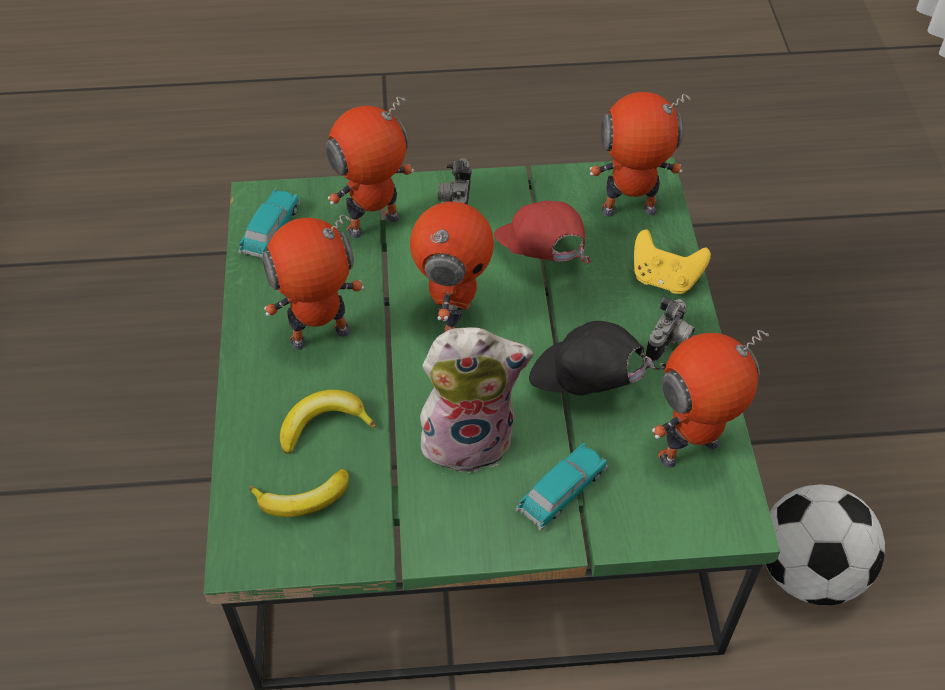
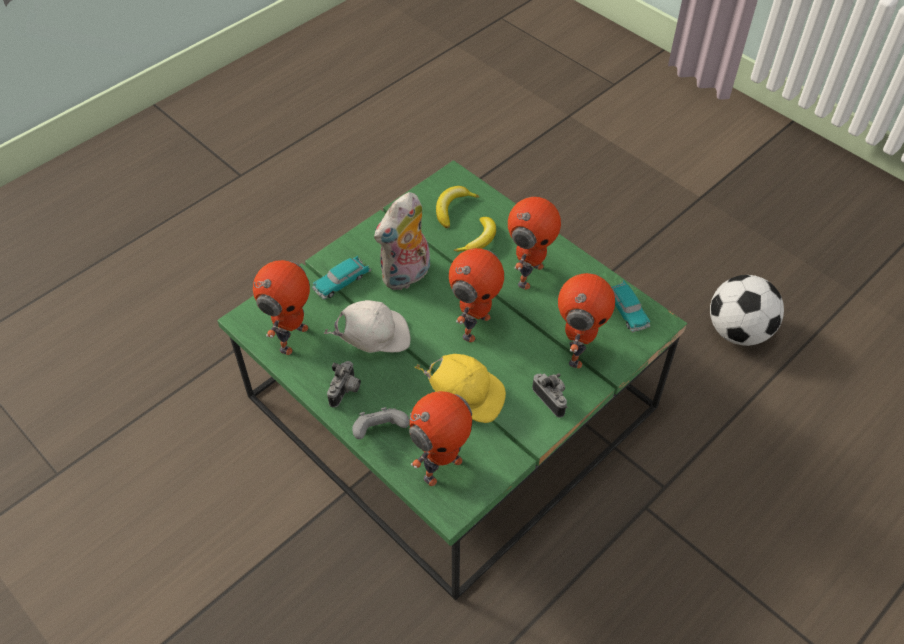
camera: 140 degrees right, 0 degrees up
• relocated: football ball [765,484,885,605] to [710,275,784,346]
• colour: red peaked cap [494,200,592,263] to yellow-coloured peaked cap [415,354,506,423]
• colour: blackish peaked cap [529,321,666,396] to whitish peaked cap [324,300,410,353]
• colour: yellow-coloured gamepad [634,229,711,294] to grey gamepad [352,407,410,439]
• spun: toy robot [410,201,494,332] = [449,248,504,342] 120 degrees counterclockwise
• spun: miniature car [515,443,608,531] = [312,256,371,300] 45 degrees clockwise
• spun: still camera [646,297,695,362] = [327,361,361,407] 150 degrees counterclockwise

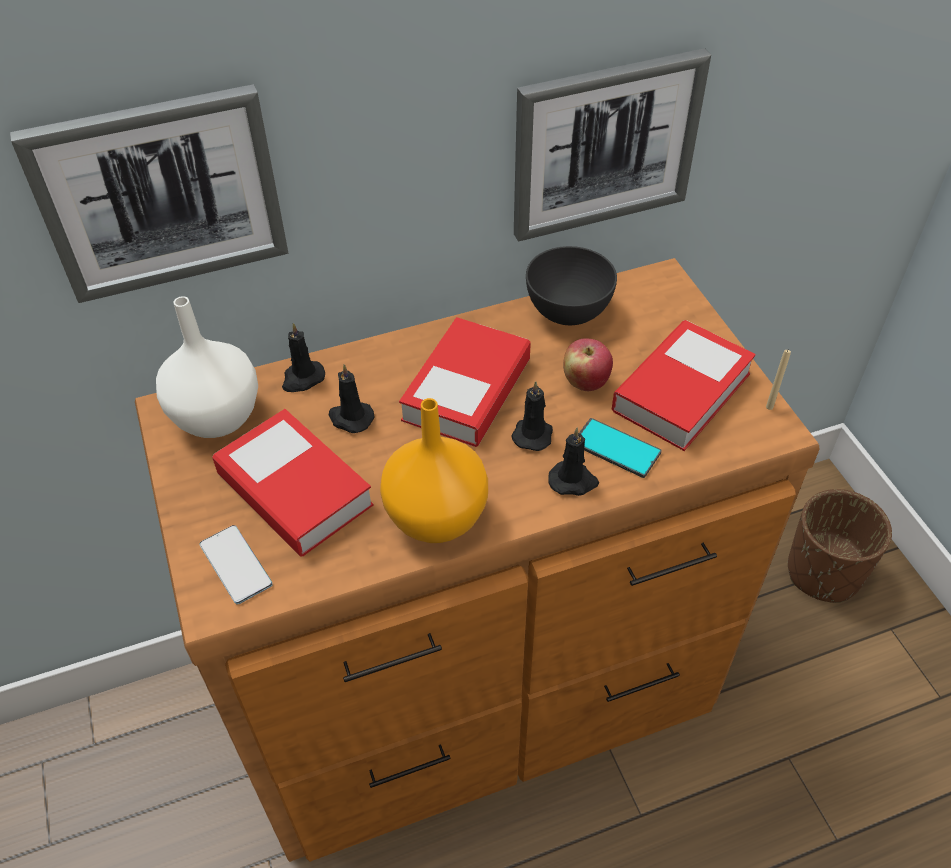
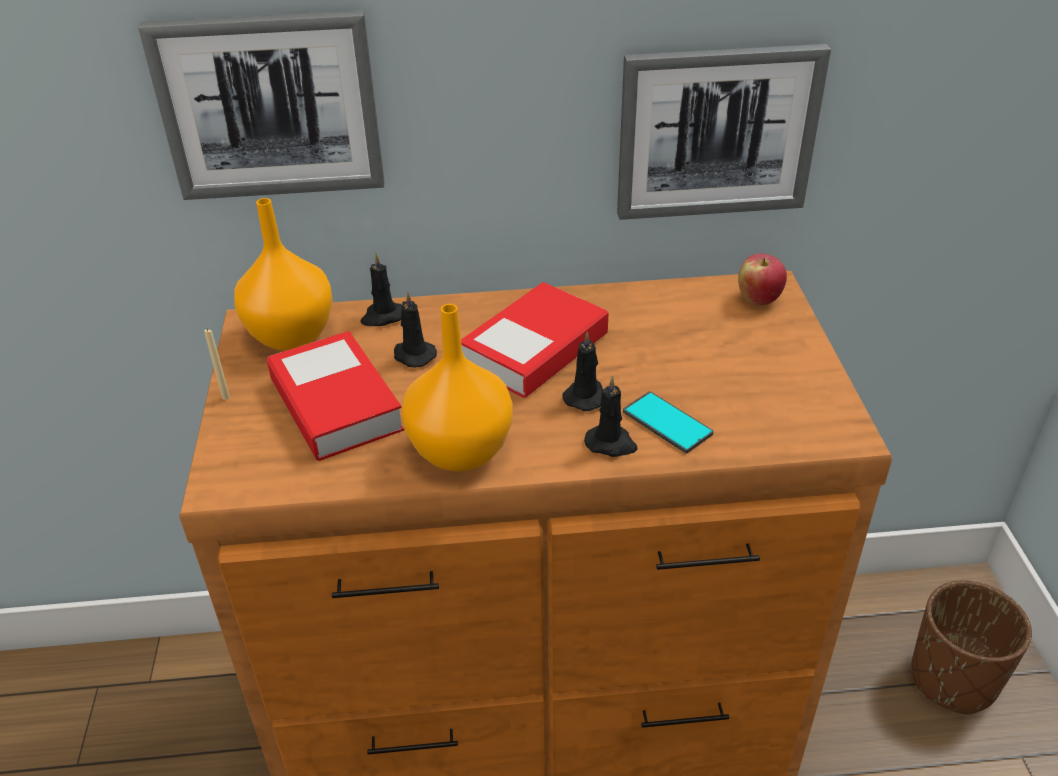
camera: 15 degrees right, 10 degrees down
• missing: handset [199,525,273,604]
• missing: grey serving bowl [526,246,617,325]
• missing: book [612,320,756,451]
• relocated: apple fruit [563,338,613,391] to [738,254,787,306]
• relocated: beige-coloured candle [766,350,791,410] to [204,328,230,400]
• colour: whitish decorative vase [156,296,258,438] to orange-coloured decorative vase [234,198,333,351]

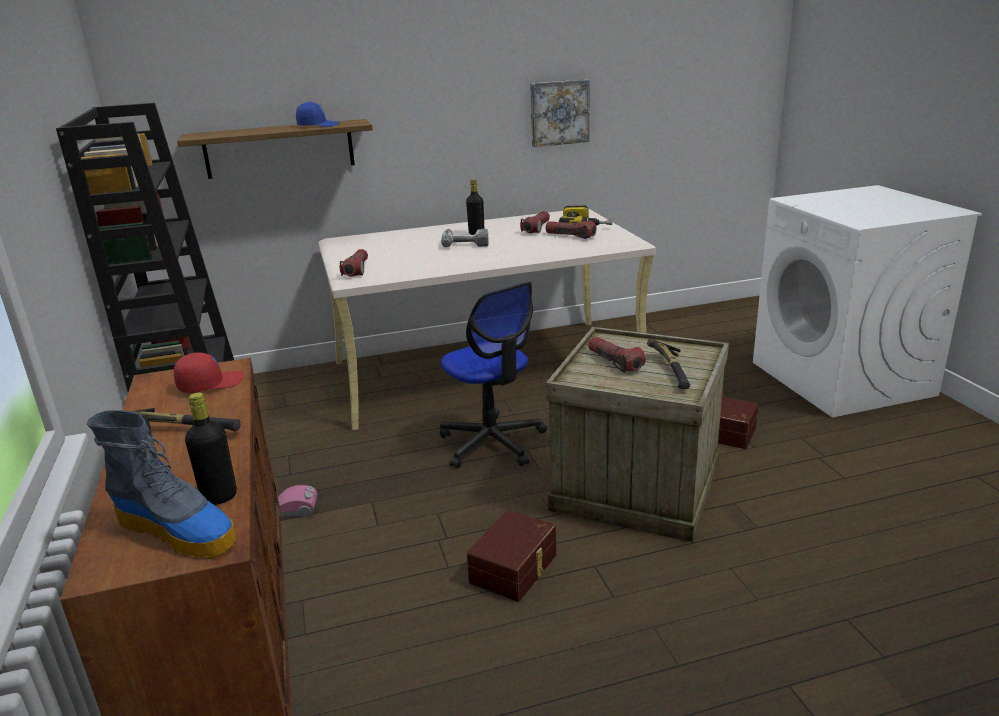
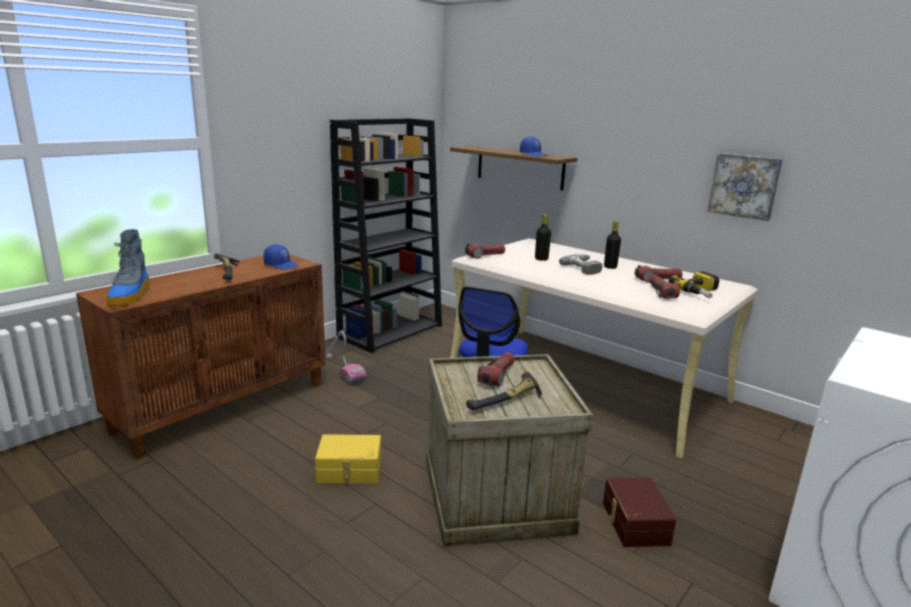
camera: 55 degrees right, 5 degrees down
• relocated: blackish drink bottle [185,393,237,505] to [535,214,551,261]
• colour: red peaked cap [174,353,244,393] to bluish peaked cap [264,244,299,270]
• colour: brown-coloured storage container [467,510,556,602] to yellow-coloured storage container [315,434,381,483]

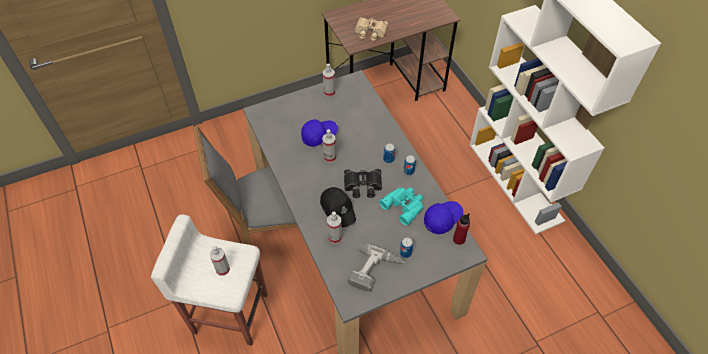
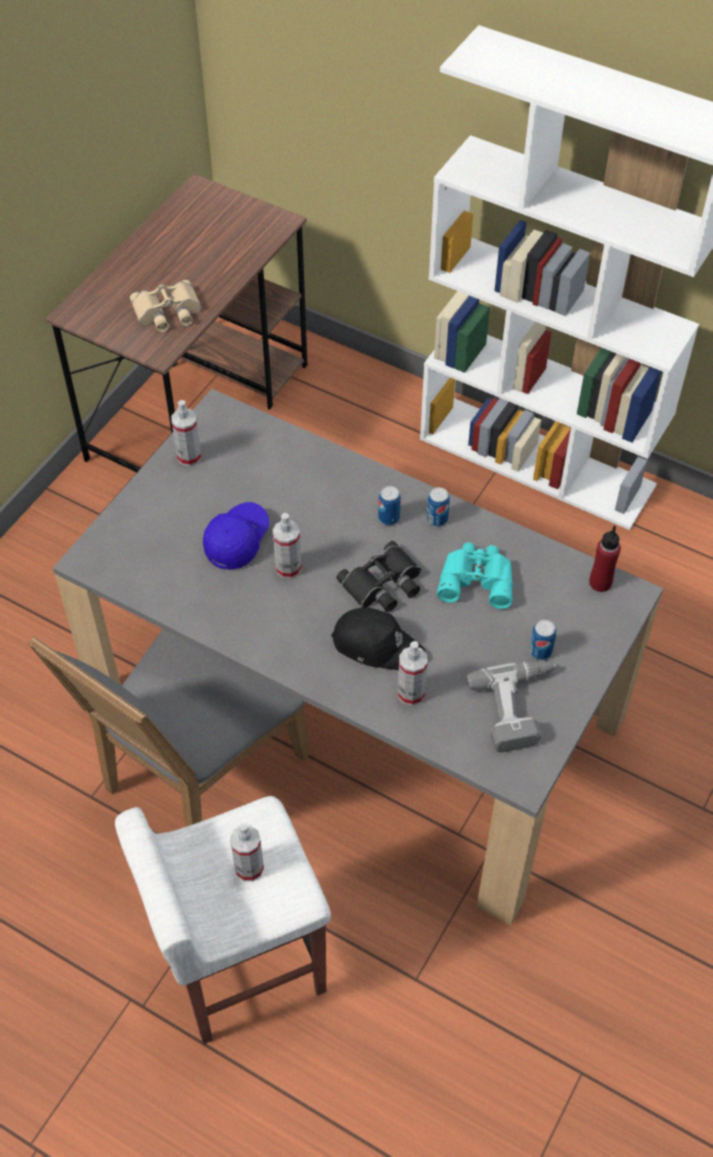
camera: 35 degrees left, 0 degrees up
• missing: bluish peaked cap [424,201,463,234]

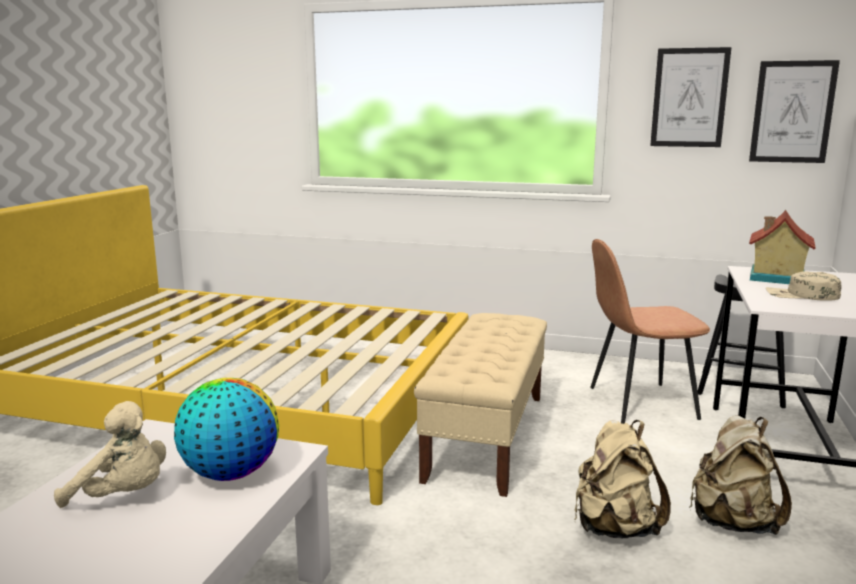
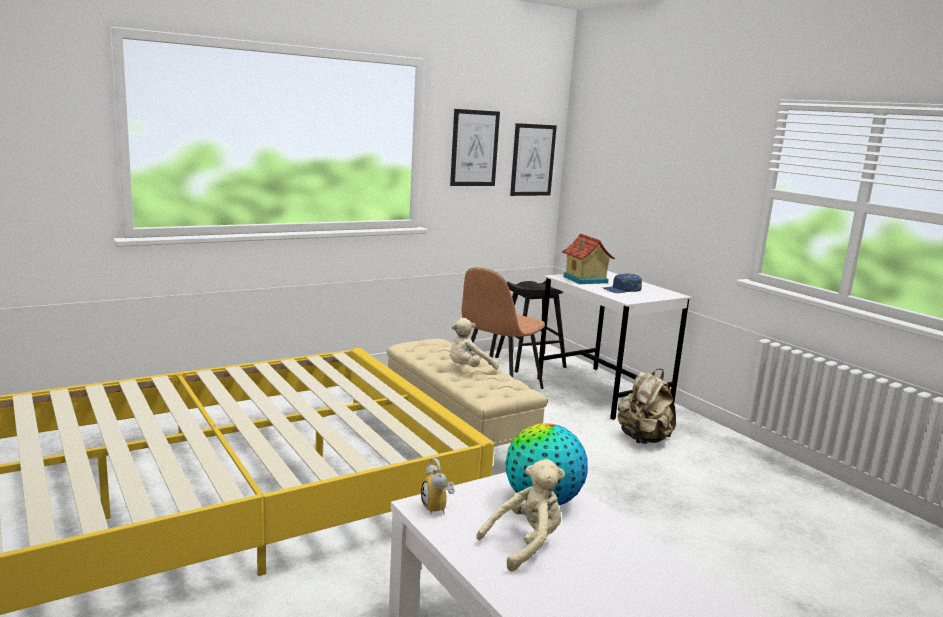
camera: 50 degrees left, 0 degrees up
• missing: beige-coloured backpack [574,420,671,538]
• appeared: table clock [421,458,455,515]
• appeared: beige-coloured soft toy [450,318,499,370]
• colour: beige-coloured peaked cap [766,271,842,301] to bluish peaked cap [604,273,642,293]

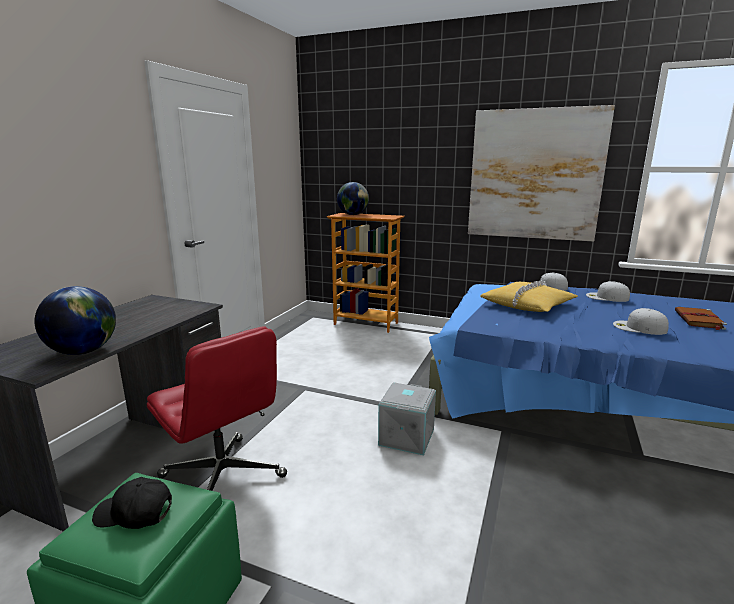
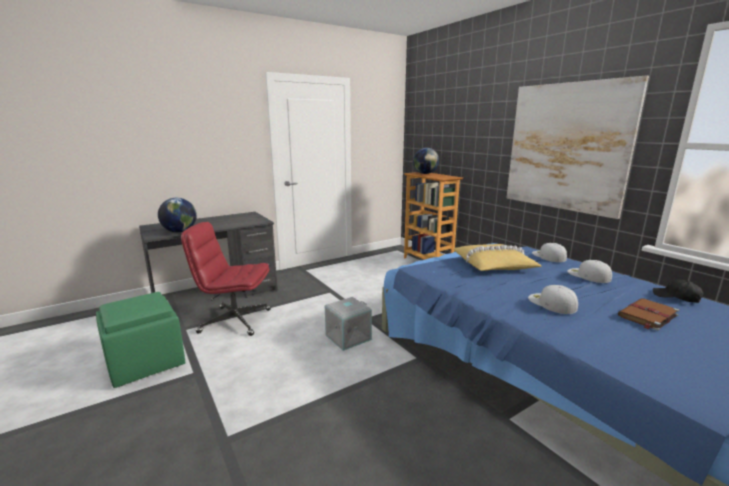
camera: 35 degrees right, 0 degrees up
• relocated: blackish peaked cap [92,477,172,529] to [653,280,704,303]
• spun: red computer chair [147,327,287,491] = [181,222,271,336] 105 degrees clockwise

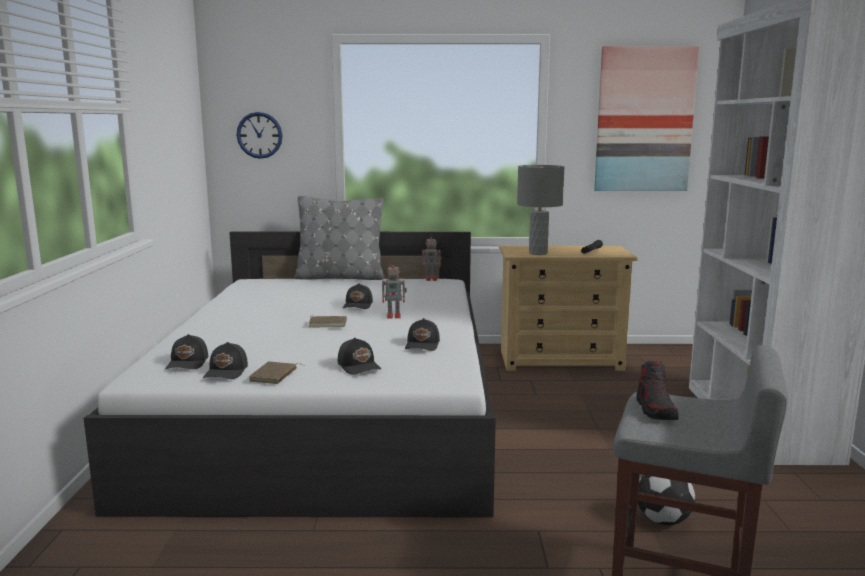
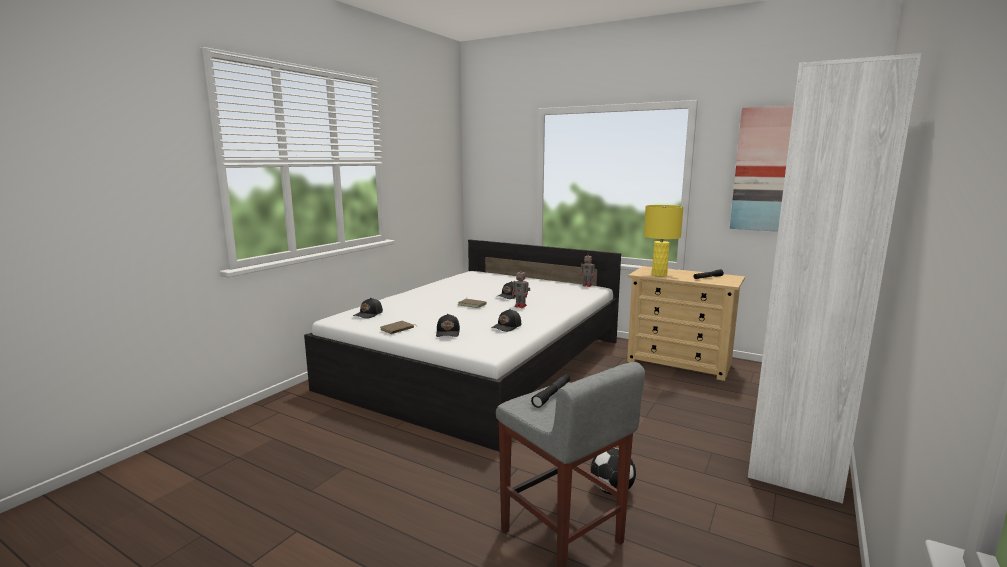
camera: 30 degrees right, 0 degrees up
• missing: blackish peaked cap [203,342,248,379]
• missing: clock on the wall [237,112,282,159]
• missing: grey pillow [295,196,384,280]
• exchanged: low shoe [636,361,679,420] to blackish torch [531,374,570,408]
• colour: grey table lamp [517,165,564,255] to yellow-coloured table lamp [644,205,683,276]

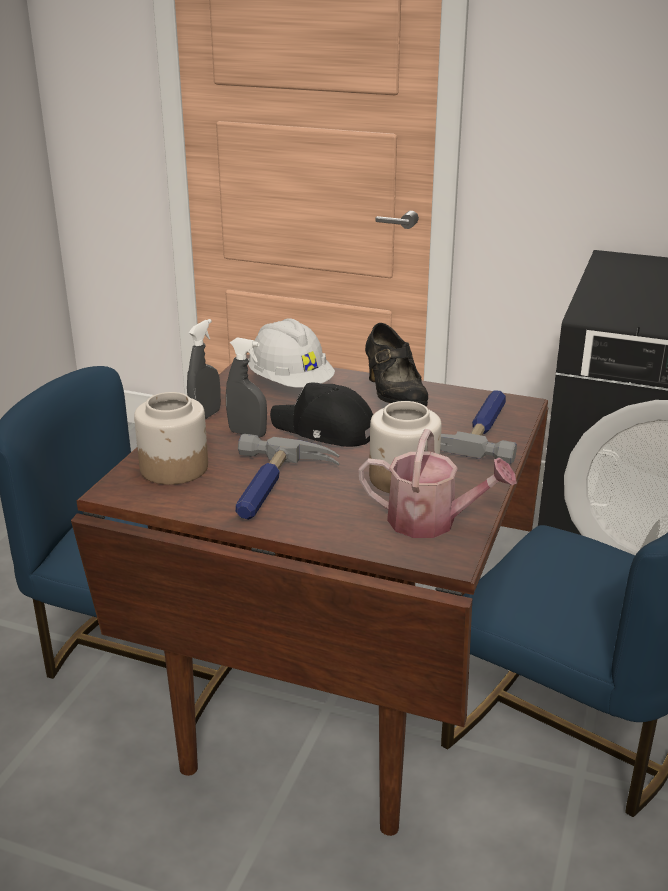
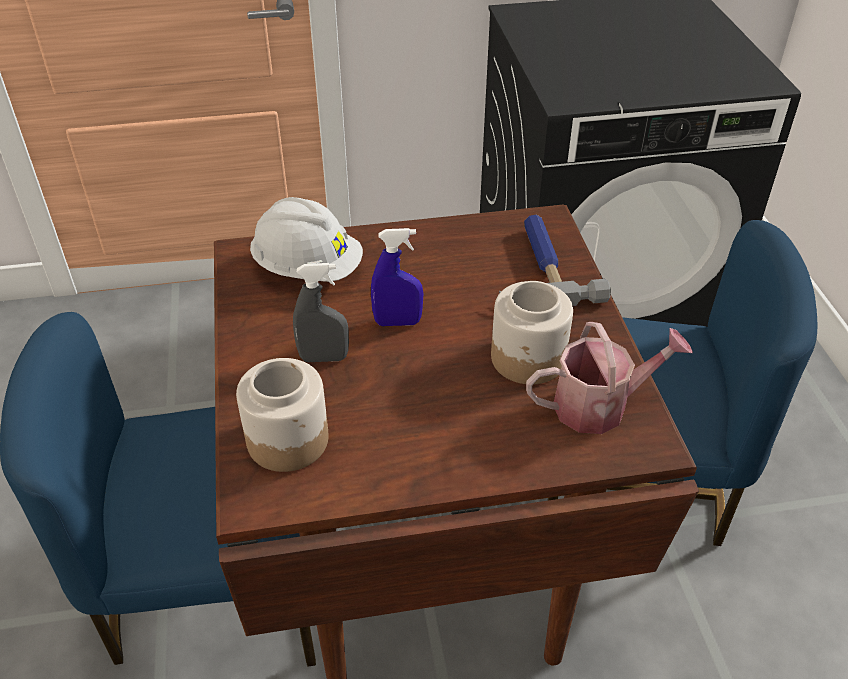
camera: 30 degrees left, 15 degrees up
• missing: grey hand sprayer [187,319,221,419]
• missing: hand hammer [235,434,339,520]
• missing: blackish low shoe [365,323,428,406]
• exchanged: blackish peaked cap [270,382,373,447] to bluish hand sprayer [371,228,423,326]

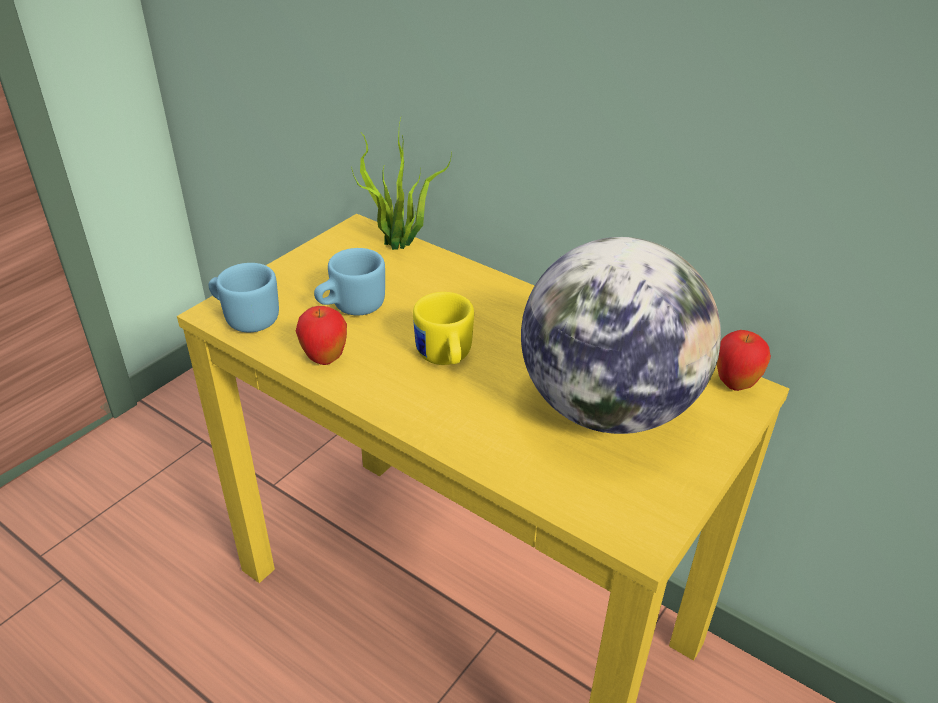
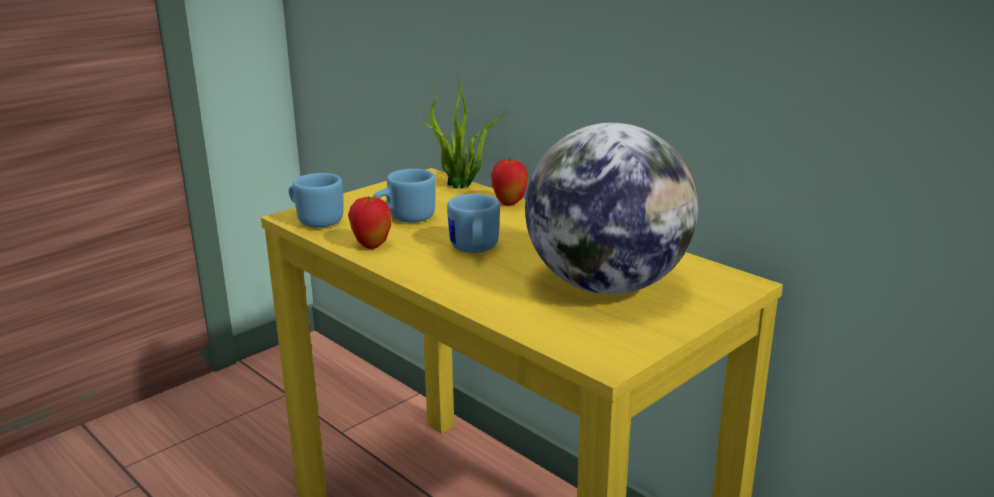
camera: 10 degrees right, 15 degrees down
• relocated: apple fruit [717,330,771,391] to [491,157,528,206]
• colour: yellow-coloured mug [413,292,474,365] to bluish mug [447,194,500,253]

